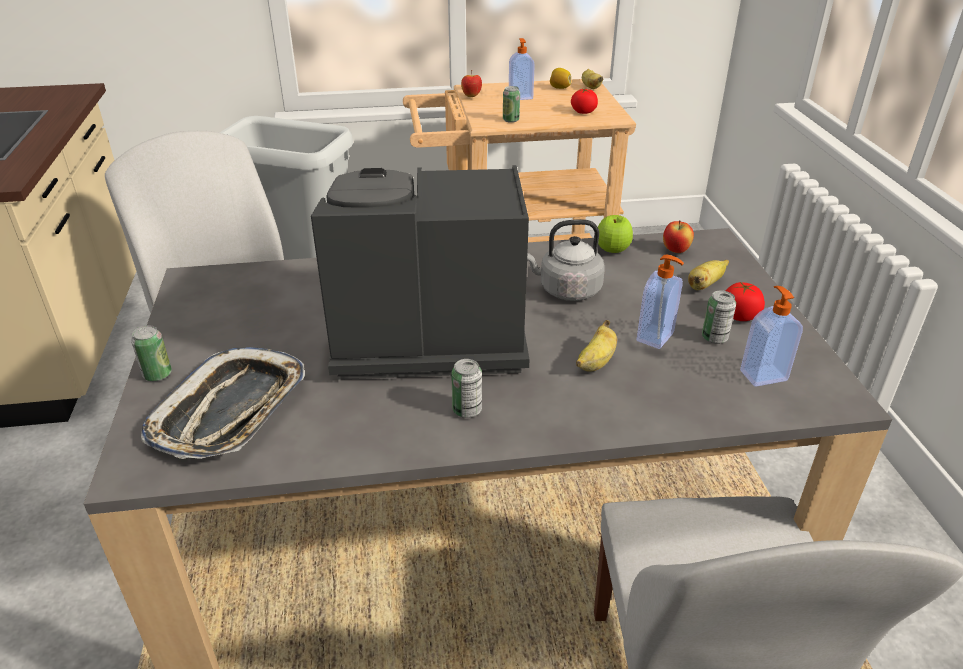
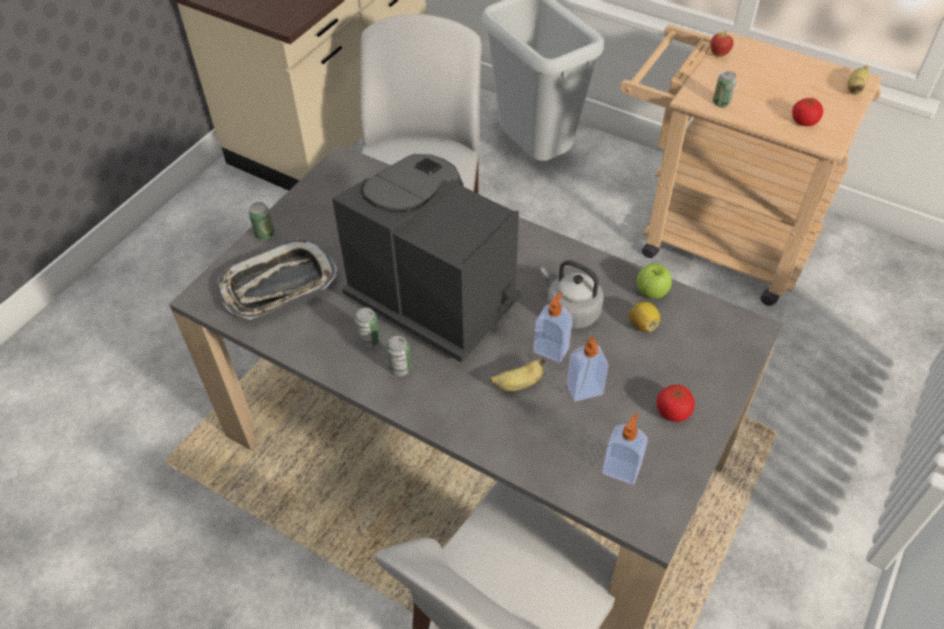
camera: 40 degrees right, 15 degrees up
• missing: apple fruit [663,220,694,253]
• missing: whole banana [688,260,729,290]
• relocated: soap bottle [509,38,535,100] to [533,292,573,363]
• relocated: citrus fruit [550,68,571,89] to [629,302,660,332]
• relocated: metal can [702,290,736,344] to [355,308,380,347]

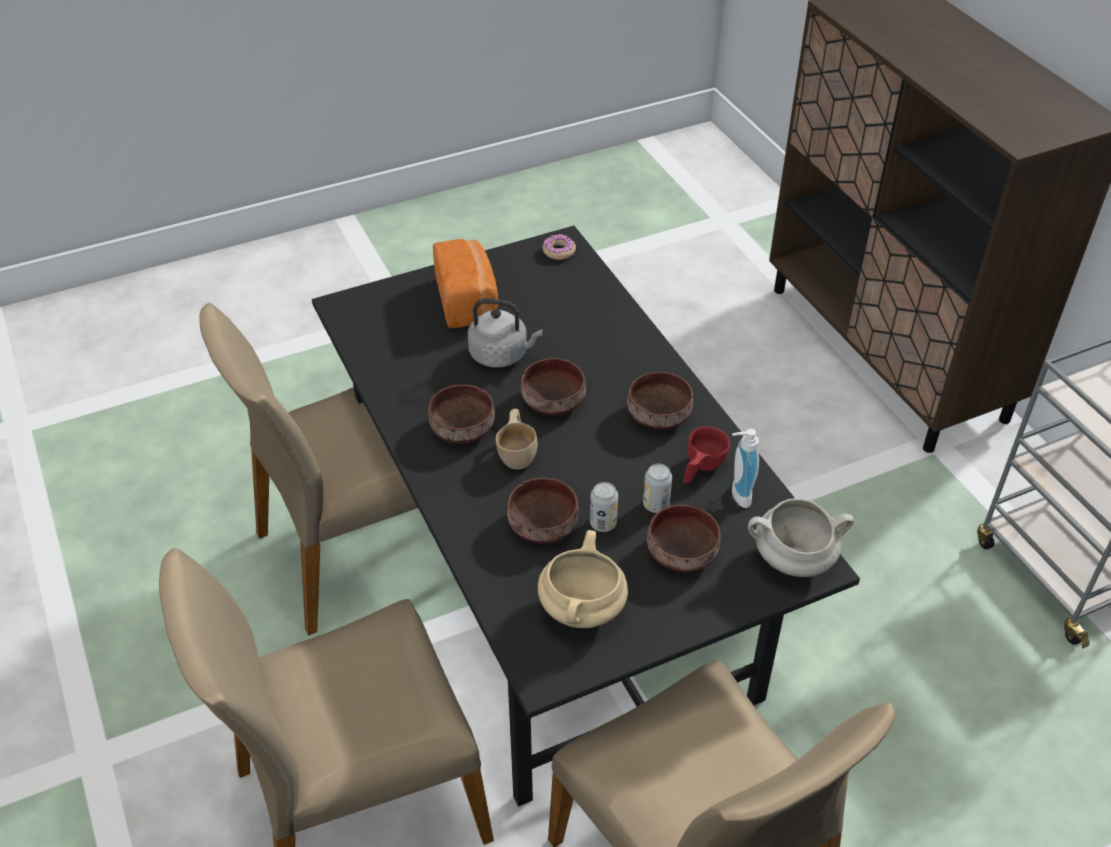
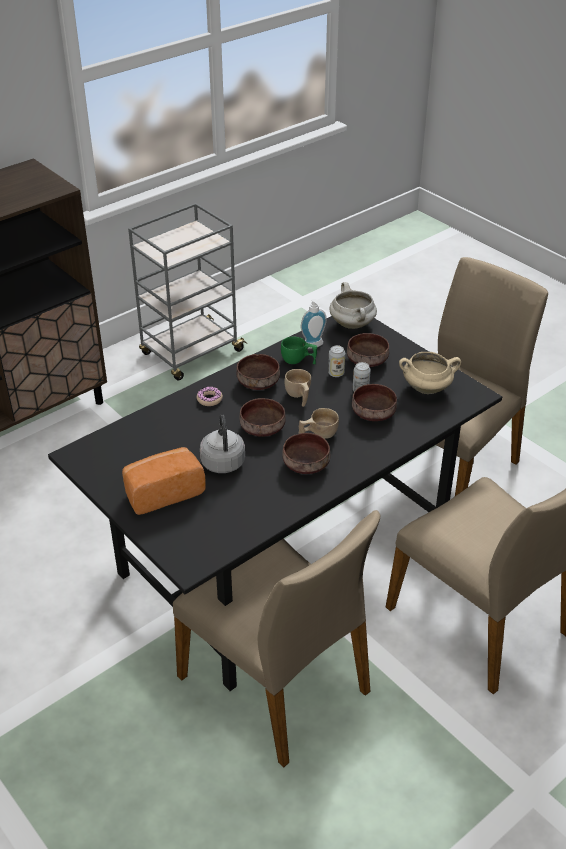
camera: 105 degrees left, 5 degrees down
• appeared: beige-coloured cup [285,369,311,407]
• relocated: donut [543,234,576,260] to [197,387,223,406]
• colour: red cup [683,426,730,483] to greenish cup [281,337,317,364]

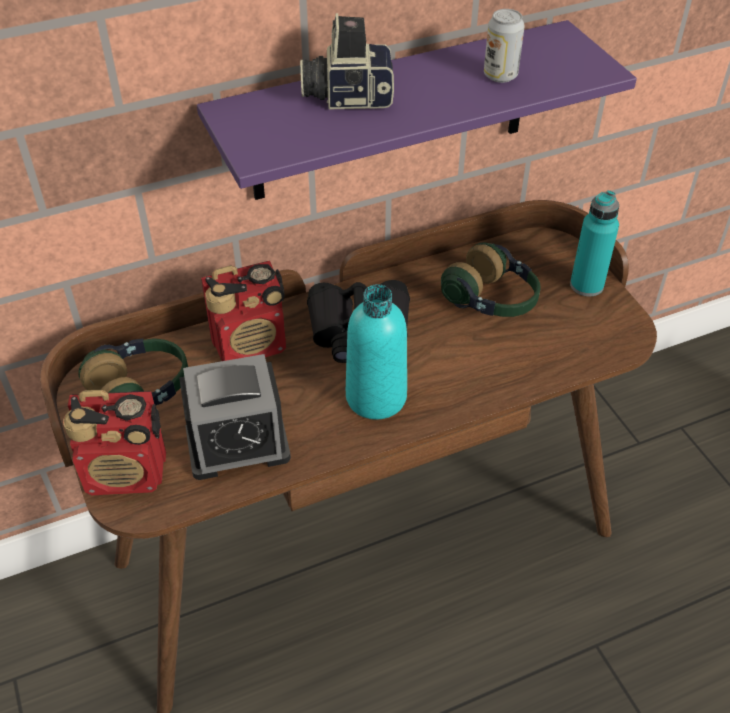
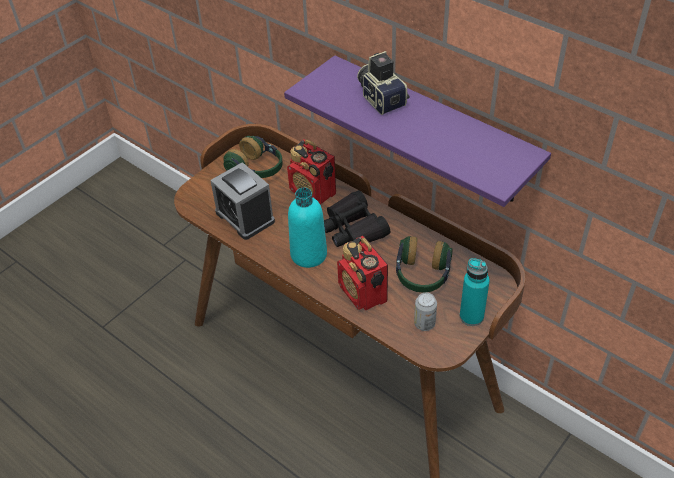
camera: 65 degrees right, 0 degrees up
• relocated: radio receiver [63,390,166,495] to [337,236,388,310]
• relocated: metal can [484,9,525,83] to [414,293,437,331]

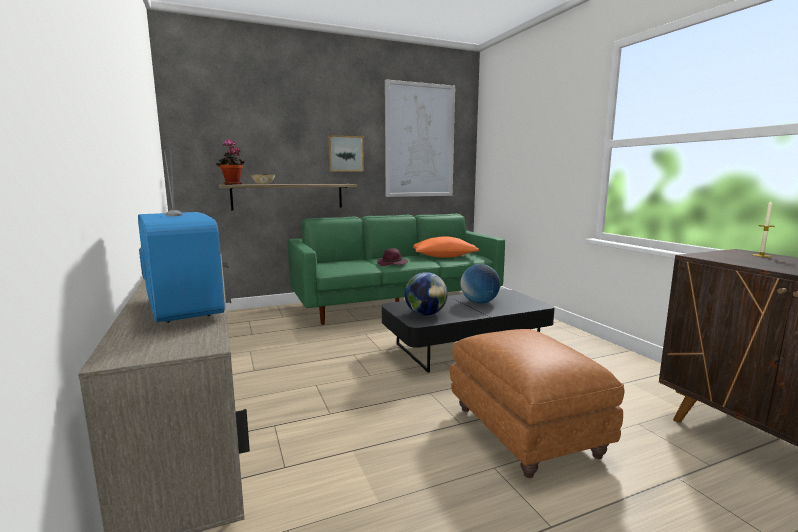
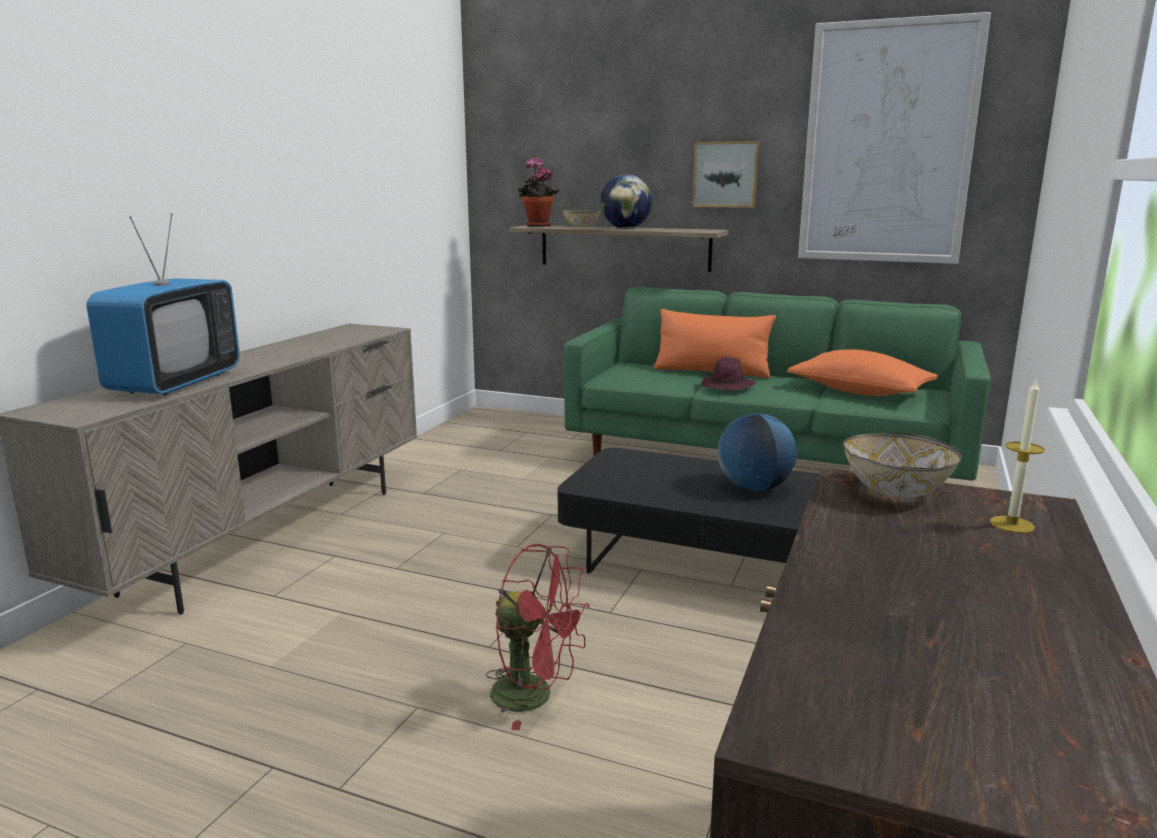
camera: 45 degrees right, 5 degrees up
• appeared: orange-coloured pillow [654,309,776,378]
• appeared: serving bowl [844,433,962,498]
• relocated: desk globe [404,272,448,315] to [600,174,652,229]
• exchanged: brown-coloured pouffe [450,329,624,478] to red cooling fan [486,544,590,730]

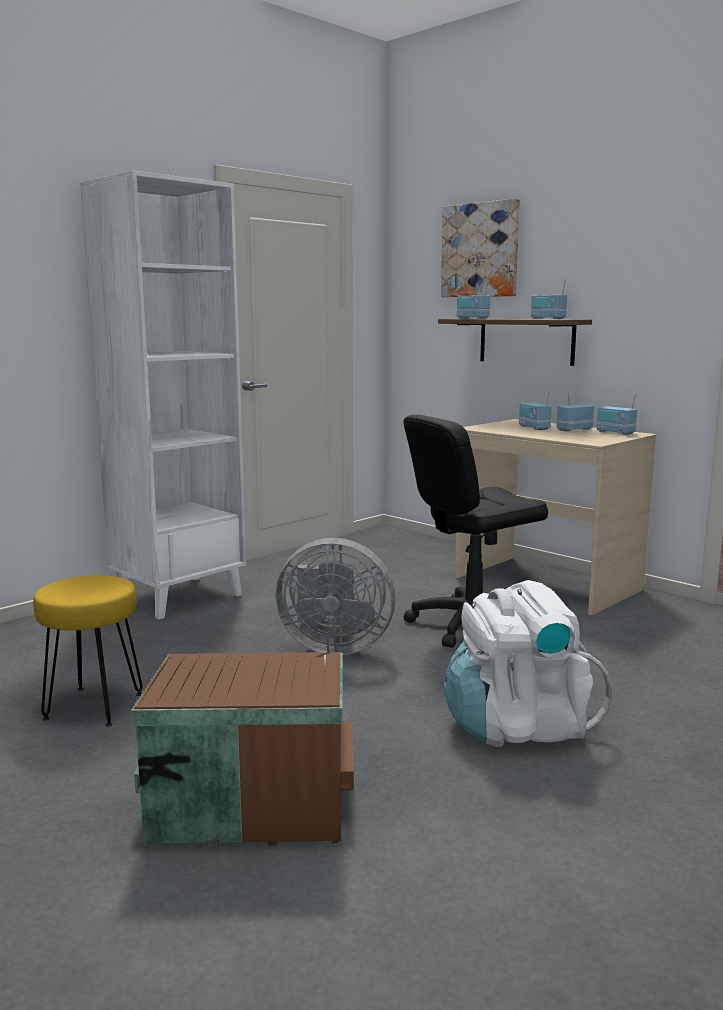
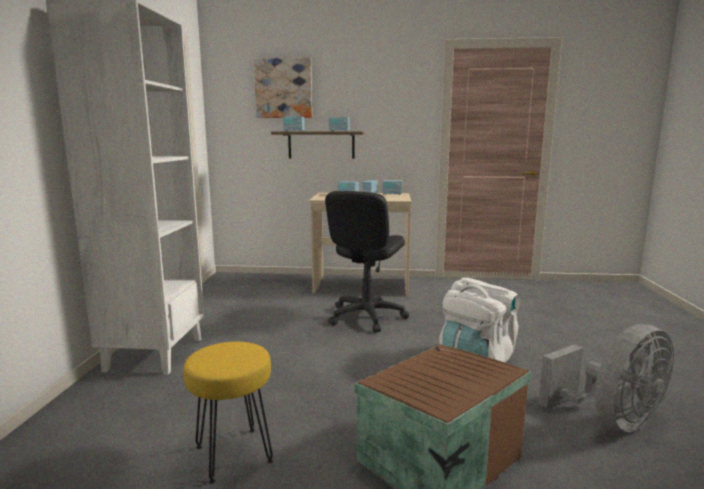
camera: 40 degrees left, 0 degrees up
• relocated: grey cooling fan [276,538,395,655] to [538,324,674,432]

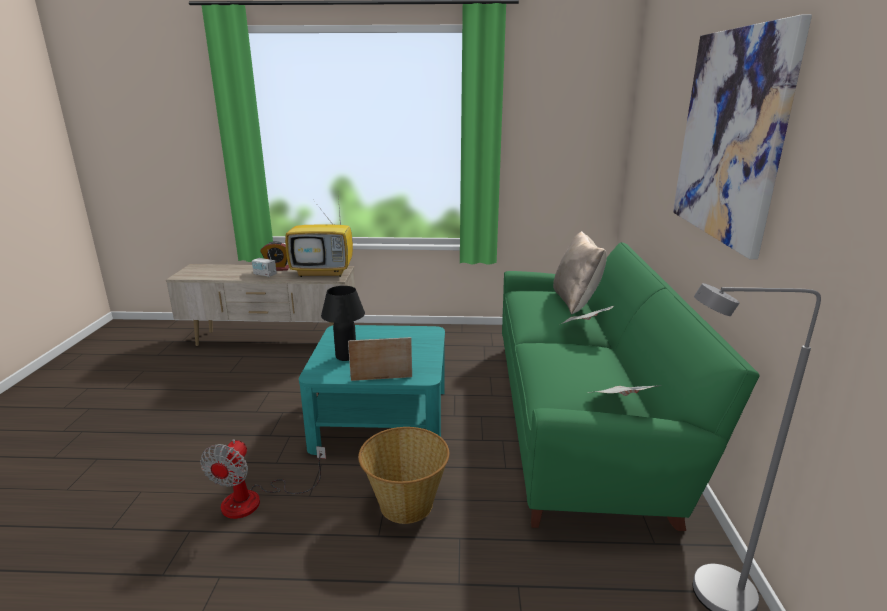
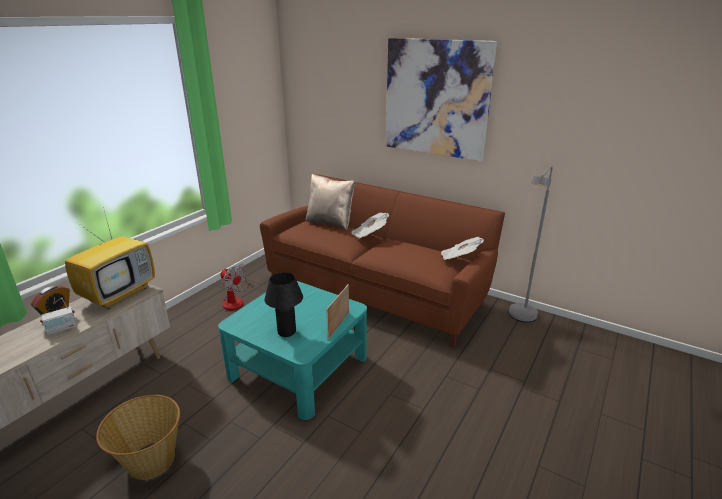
camera: 60 degrees left, 5 degrees up
• relocated: cooling fan [200,439,326,519] to [221,263,249,310]
• relocated: basket [358,427,449,524] to [96,395,180,480]
• colour: greenish settee [502,242,760,531] to brown-coloured settee [260,174,505,347]

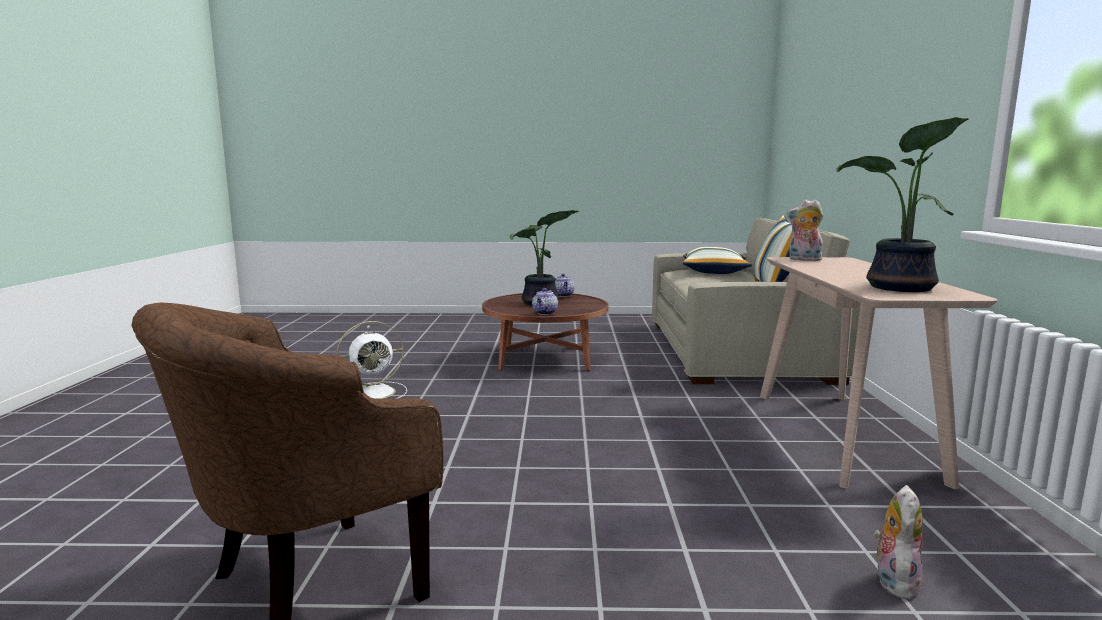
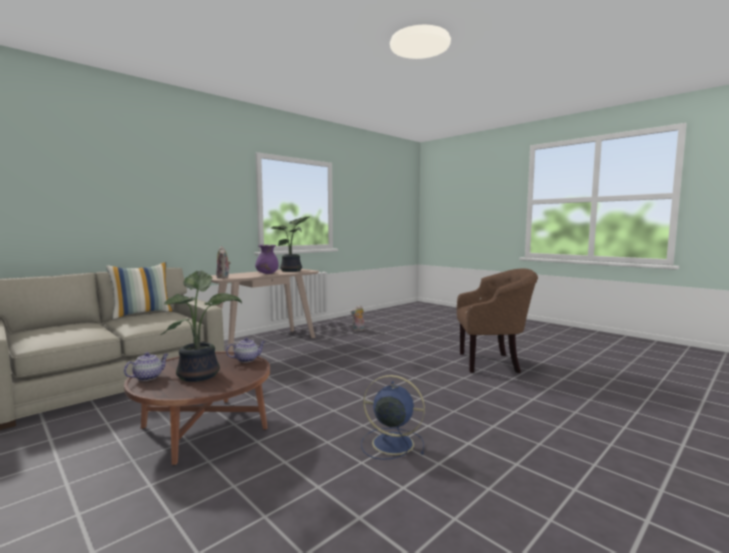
camera: 135 degrees left, 5 degrees down
• missing: pillow [683,247,752,274]
• appeared: purplish decorative vase [255,245,278,274]
• colour: whitish cooling fan [337,321,407,399] to bluish cooling fan [361,375,425,460]

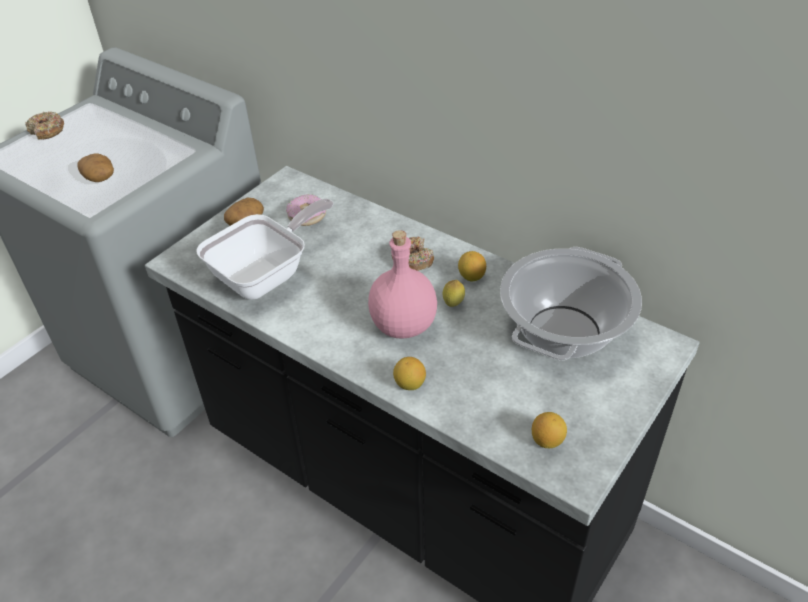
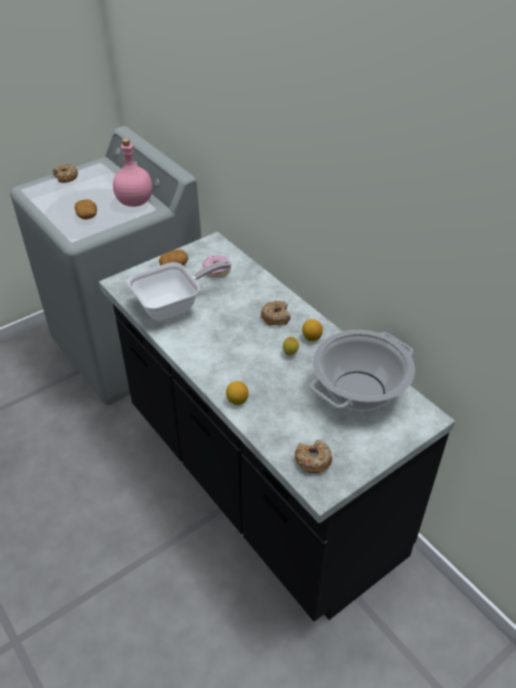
camera: 15 degrees right, 0 degrees up
• relocated: pink-coloured drink bottle [368,230,437,339] to [113,138,152,207]
• exchanged: citrus fruit [532,412,567,448] to donut [295,440,332,473]

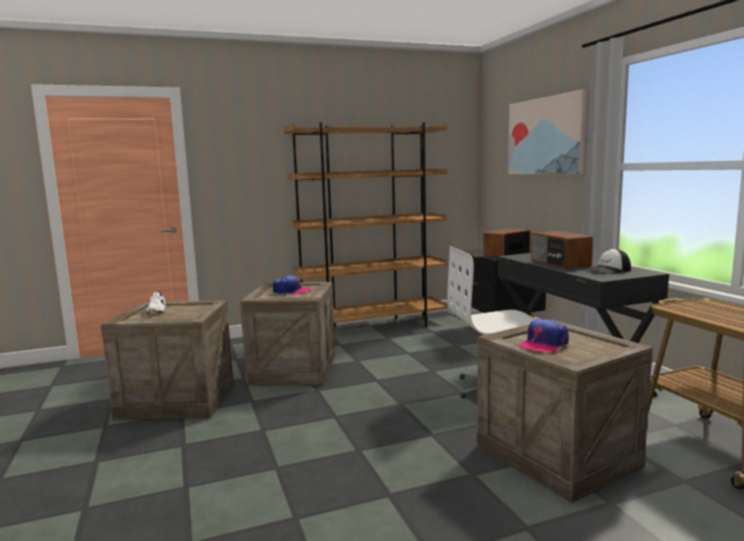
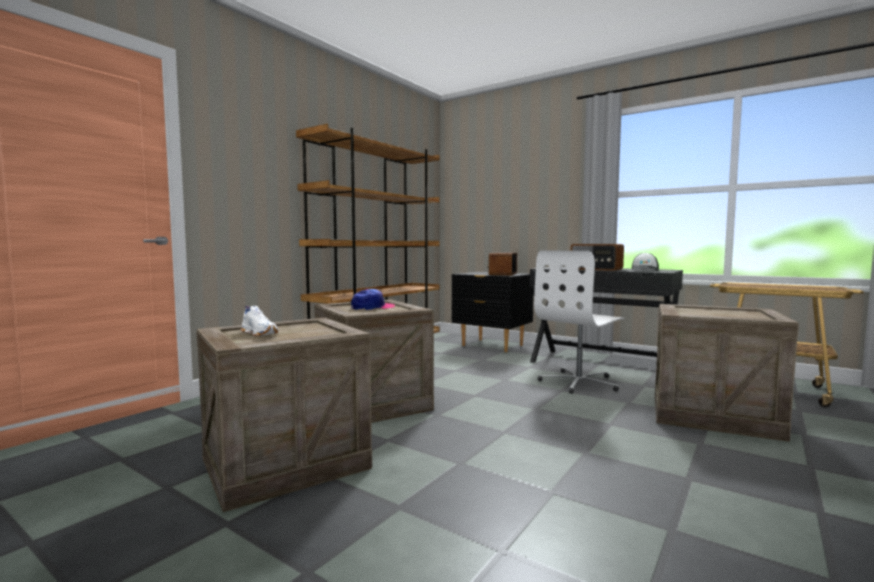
camera: 35 degrees left, 5 degrees down
• missing: wall picture [508,89,587,174]
• missing: peaked cap [519,319,569,353]

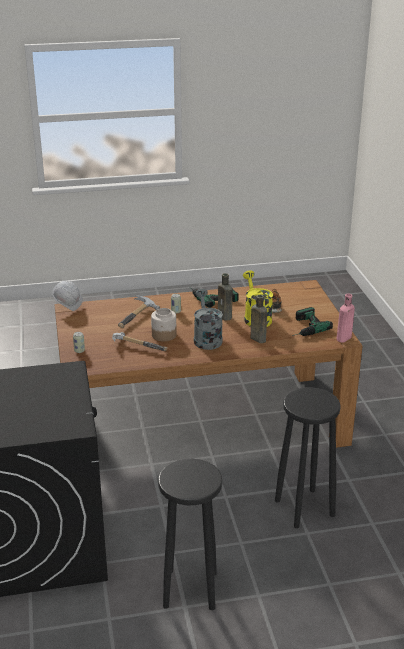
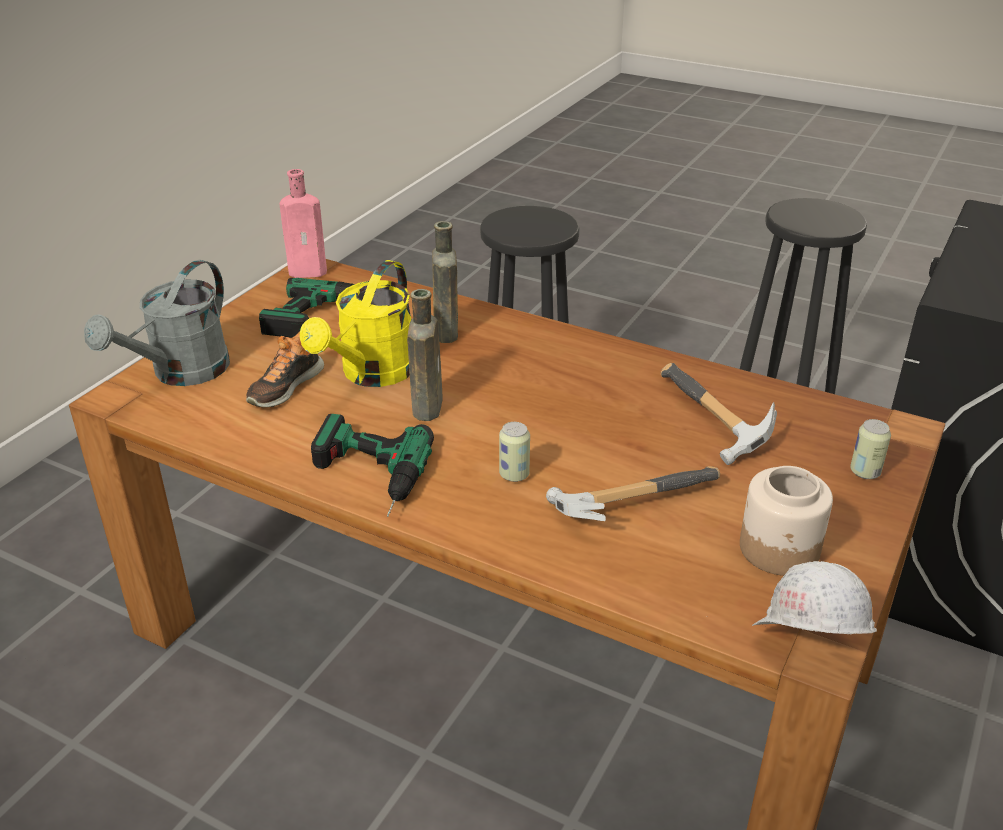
camera: 140 degrees left, 5 degrees up
• relocated: preserve jar [151,308,177,341] to [740,466,833,576]
• relocated: grey watering pot [194,289,223,350] to [84,260,230,386]

